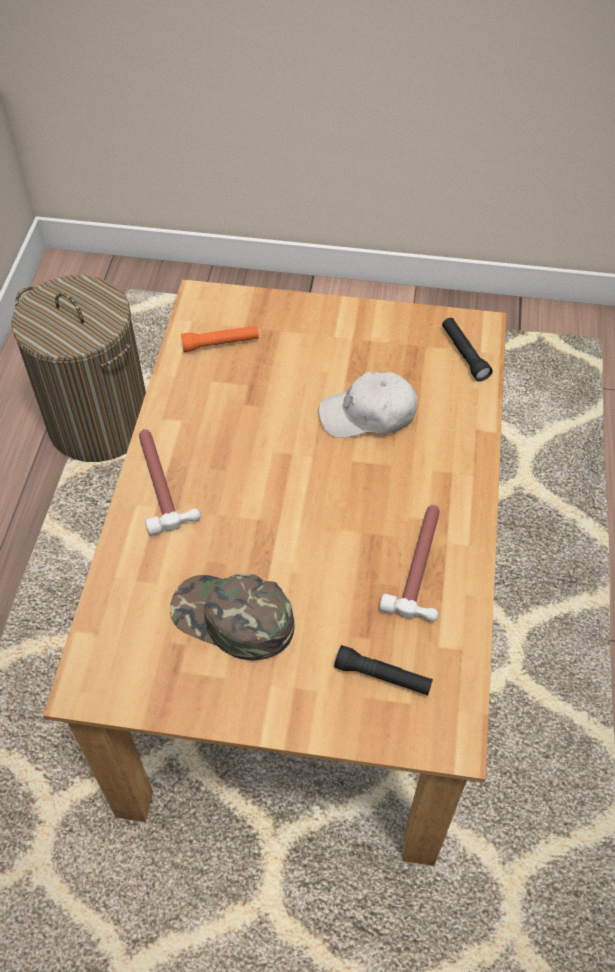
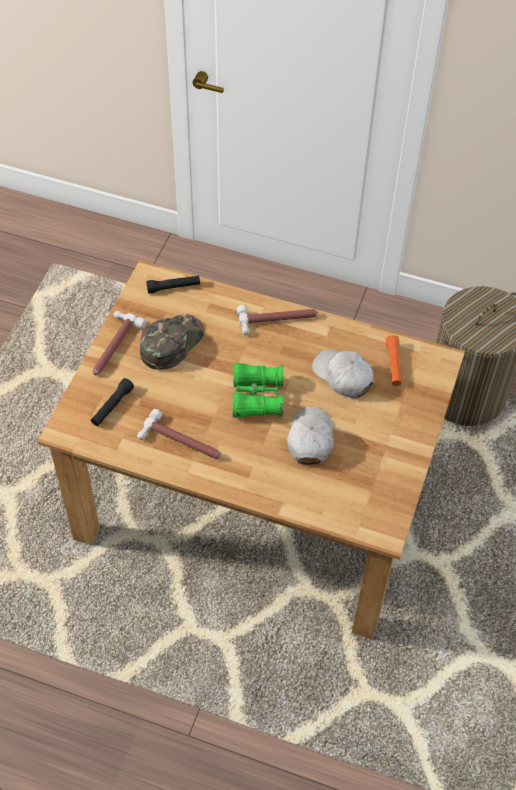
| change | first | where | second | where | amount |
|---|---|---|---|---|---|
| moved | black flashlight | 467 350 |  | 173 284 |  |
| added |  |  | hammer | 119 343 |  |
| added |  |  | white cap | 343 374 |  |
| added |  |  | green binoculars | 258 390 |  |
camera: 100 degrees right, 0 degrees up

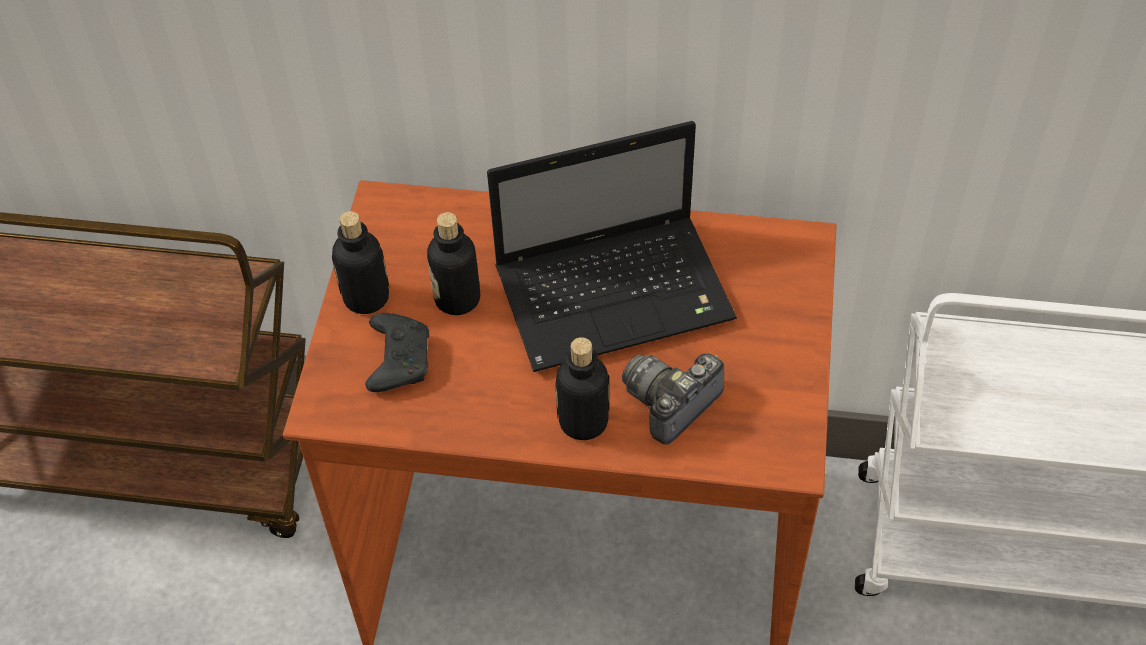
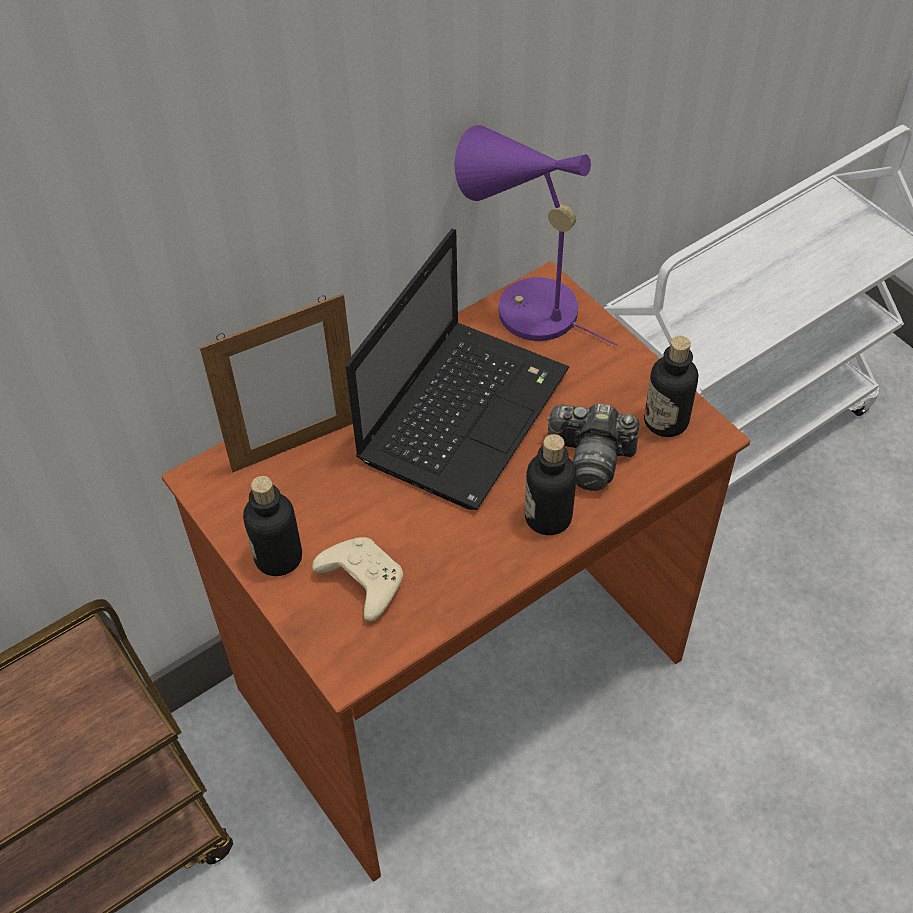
| change | first | where | second | where | amount |
|---|---|---|---|---|---|
| moved | bottle | 453 263 |  | 671 386 |  |
| recoloured | black game controller | 397 352 | beige game controller | 357 579 |  |
| turned | photo camera | 673 399 |  | 593 447 | 75 degrees counterclockwise |
| added |  |  | purple table lamp | 536 235 |  |
| added |  |  | picture frame | 276 382 |  |
camera: 45 degrees left, 0 degrees up

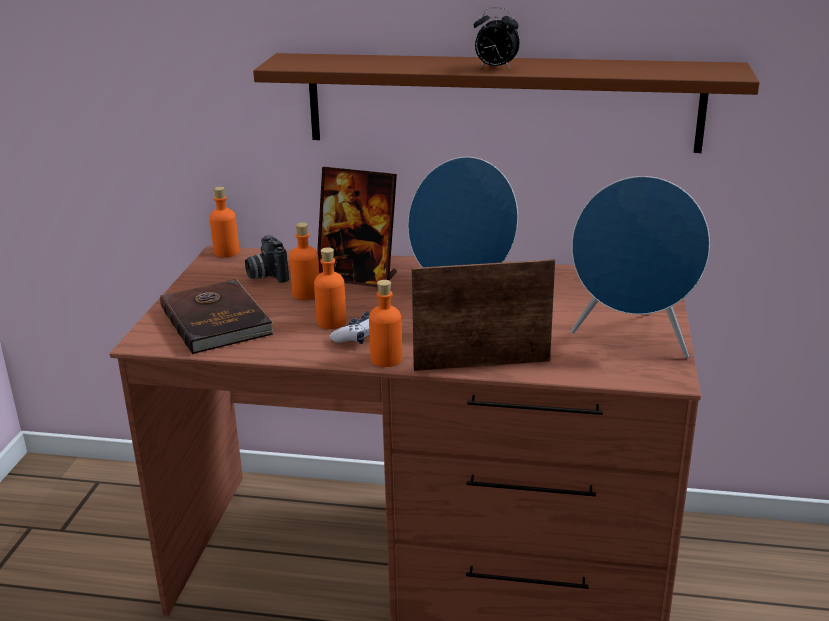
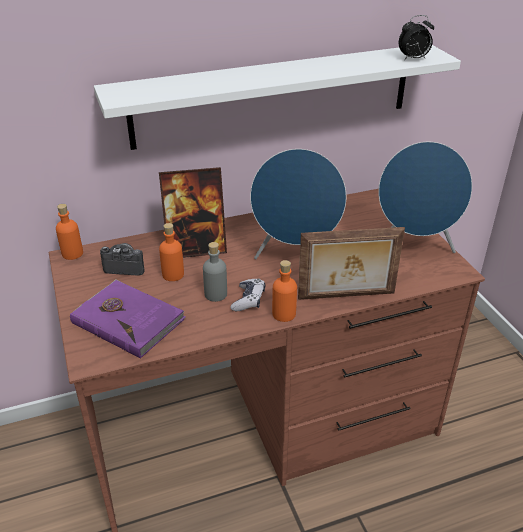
| change | first | where | second | where | amount |
|---|---|---|---|---|---|
| moved | alarm clock | 497 38 |  | 416 37 |  |
| recoloured | brown shelf | 506 103 | white shelf | 277 97 |  |
| turned | photo camera | 267 259 |  | 122 259 | 150 degrees clockwise |
| recoloured | orange bottle | 330 288 | grey bottle | 215 272 |  |
| turned | picture frame | 483 315 |  | 351 263 | 150 degrees counterclockwise |
| recoloured | brown book | 217 316 | purple book | 128 319 |  |
camera: 30 degrees left, 10 degrees up

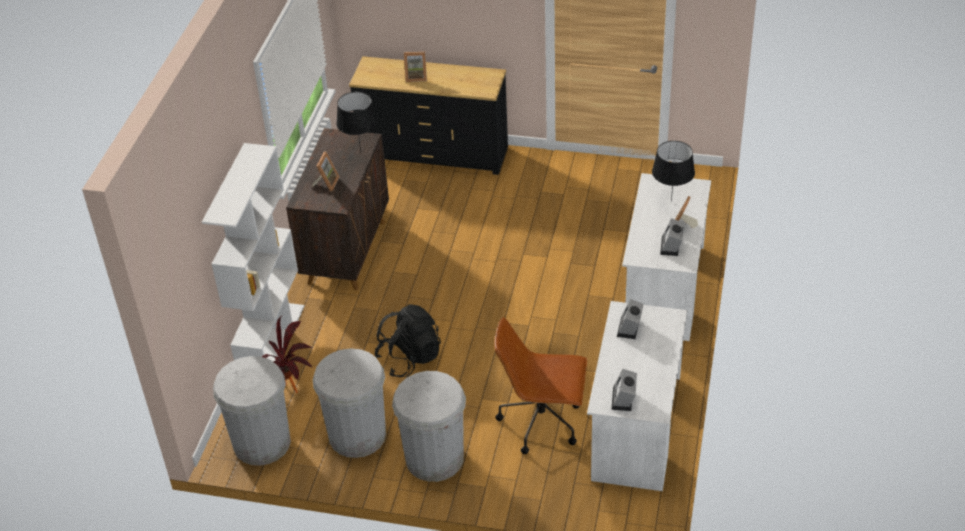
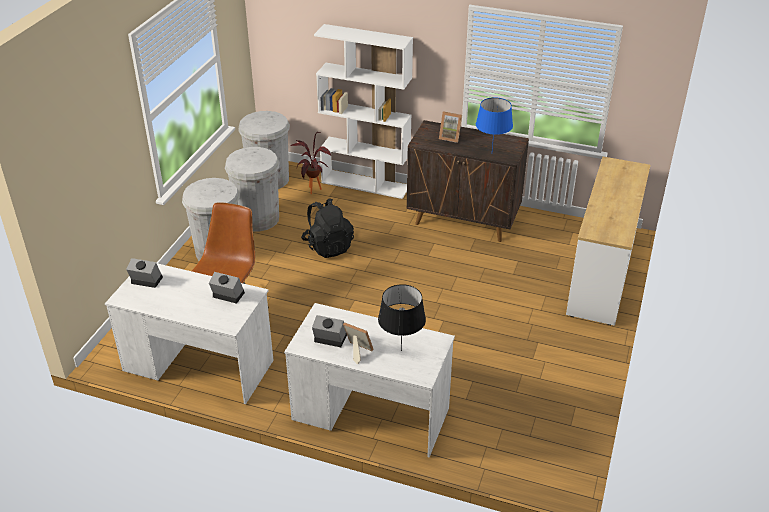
| change | first | where | second | where | amount |
|---|---|---|---|---|---|
| removed | picture frame | 415 67 |  |  |  |
| recoloured | black dresser | 428 115 | white dresser | 608 241 |  |
| recoloured | black table lamp | 357 122 | blue table lamp | 494 123 |  |
camera: 95 degrees right, 5 degrees down

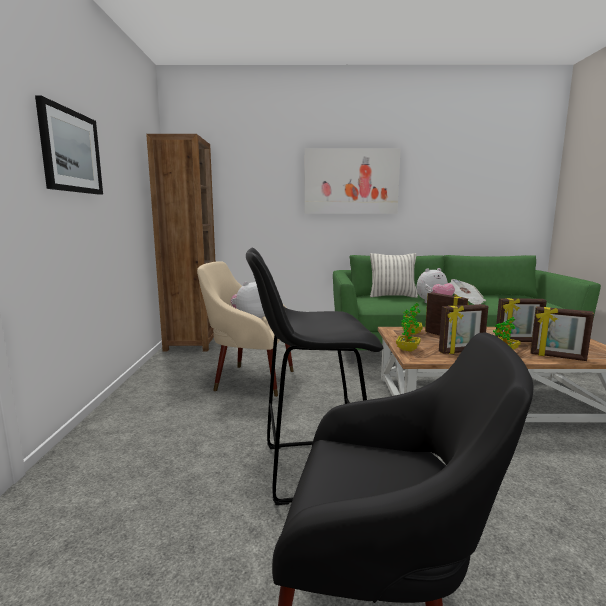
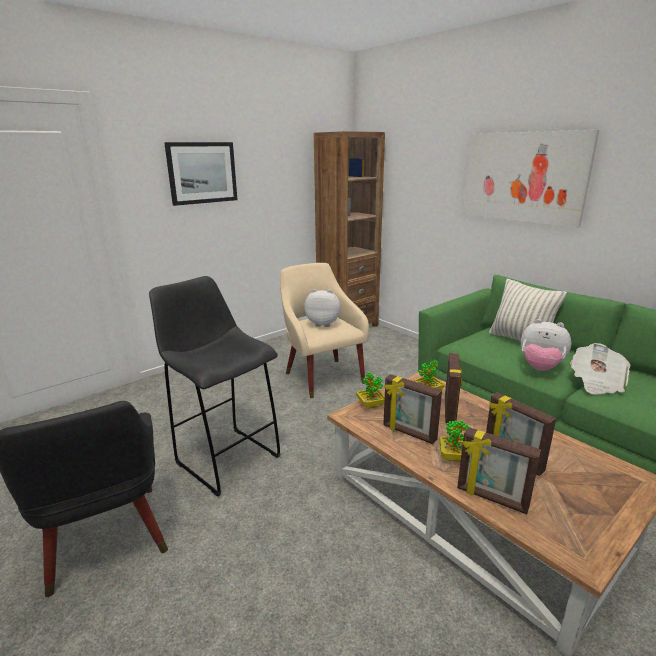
| change | first | where | second | where | amount |
|---|---|---|---|---|---|
| turned | picture frame | 562 333 |  | 499 470 | 45 degrees counterclockwise |
camera: 50 degrees right, 10 degrees up

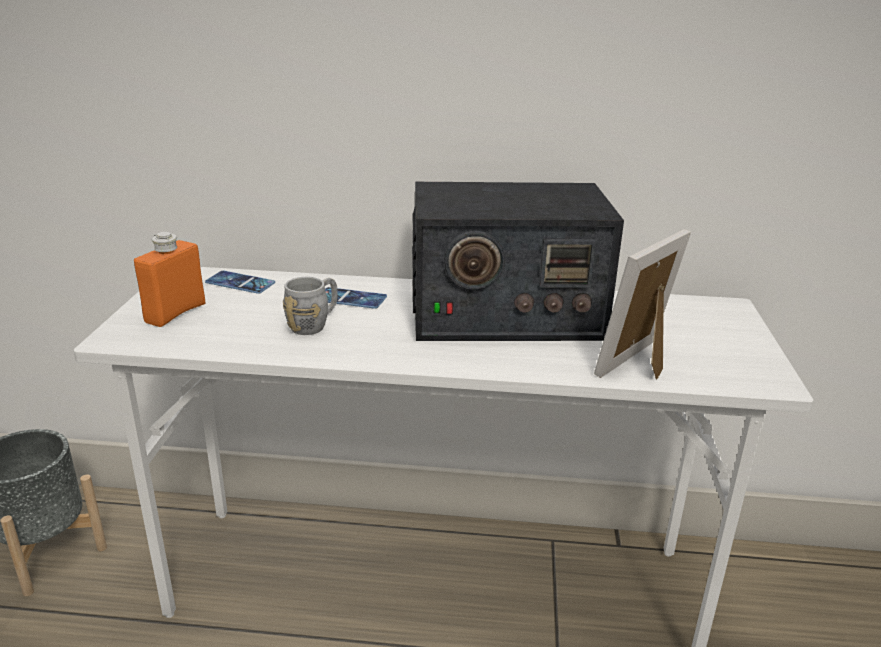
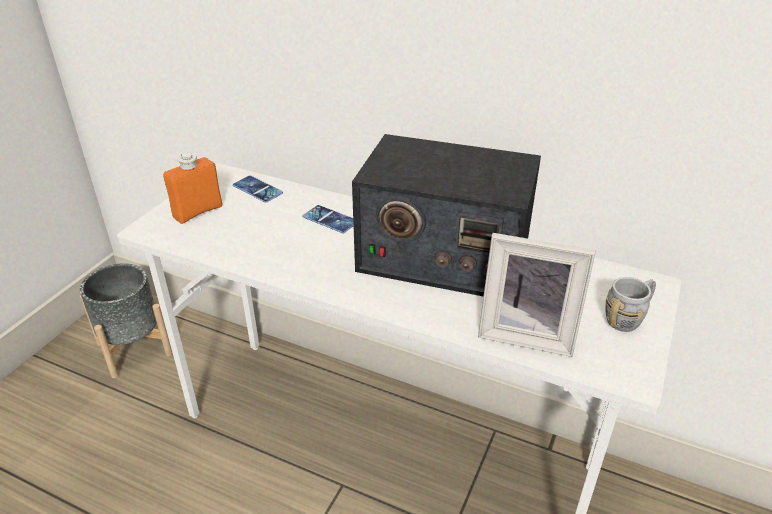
| change | first | where | second | where | amount |
|---|---|---|---|---|---|
| turned | picture frame | 642 304 |  | 537 295 | 135 degrees counterclockwise |
| moved | grey mug | 310 306 |  | 631 304 |  |
camera: 20 degrees right, 10 degrees up

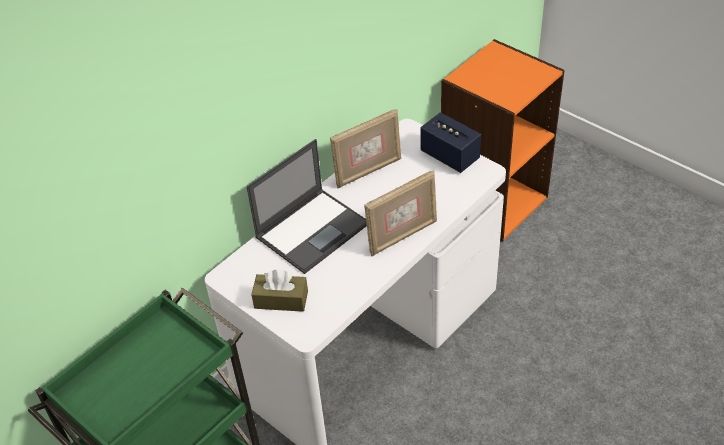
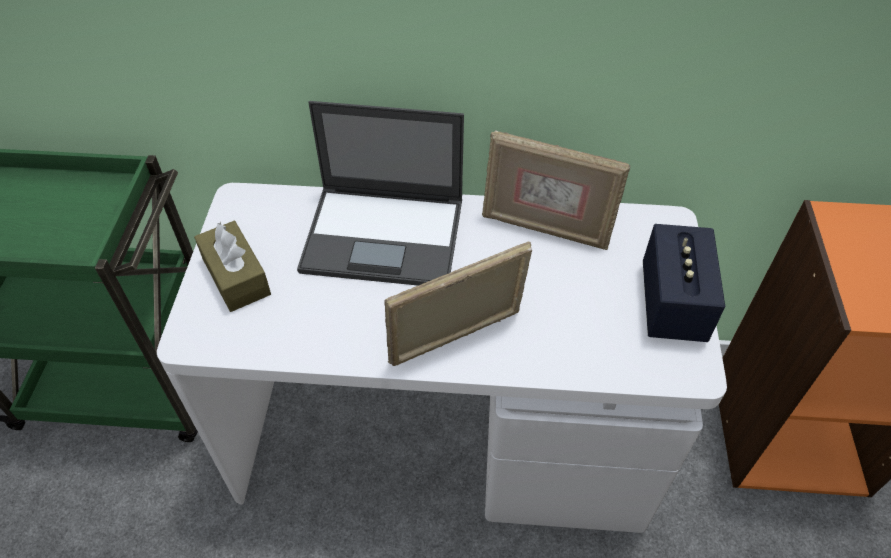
| change | first | where | second | where | amount |
|---|---|---|---|---|---|
| turned | picture frame | 400 213 |  | 458 304 | 135 degrees clockwise |
camera: 50 degrees right, 5 degrees up

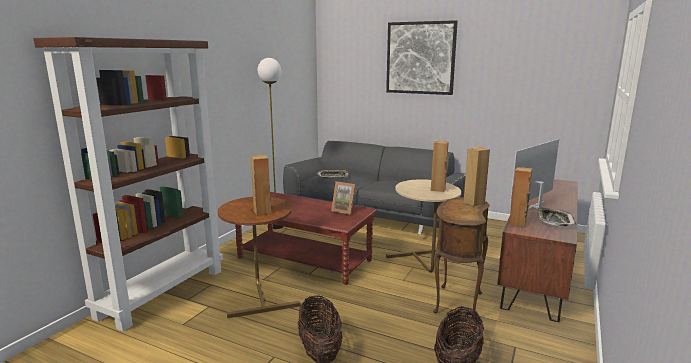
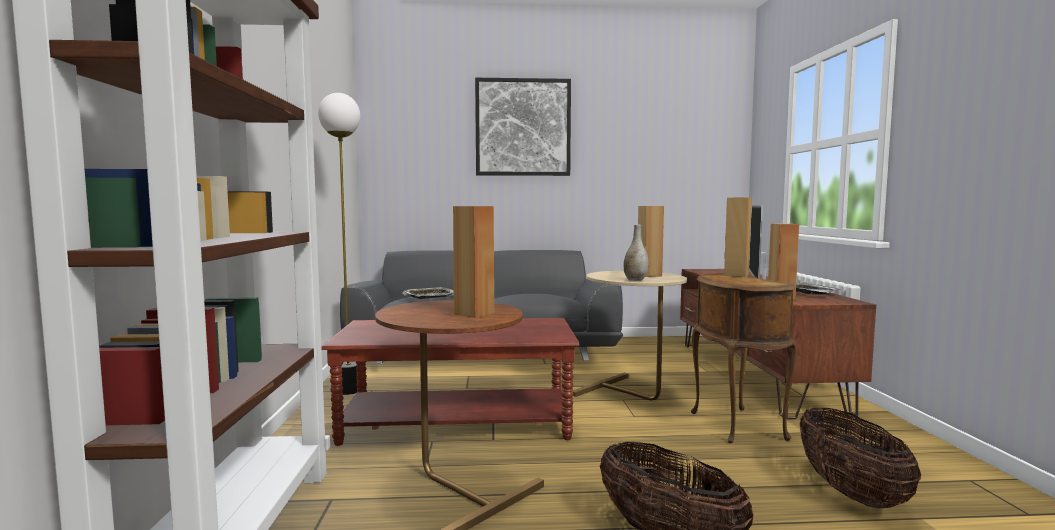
| change | first | where | second | where | amount |
|---|---|---|---|---|---|
| removed | picture frame | 343 198 |  |  |  |
| added |  |  | grey vase | 636 253 |  |
camera: 30 degrees left, 10 degrees down

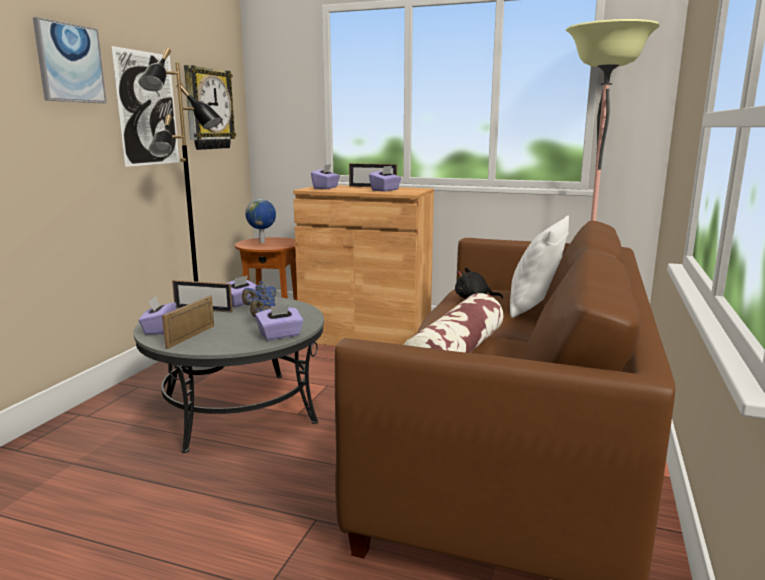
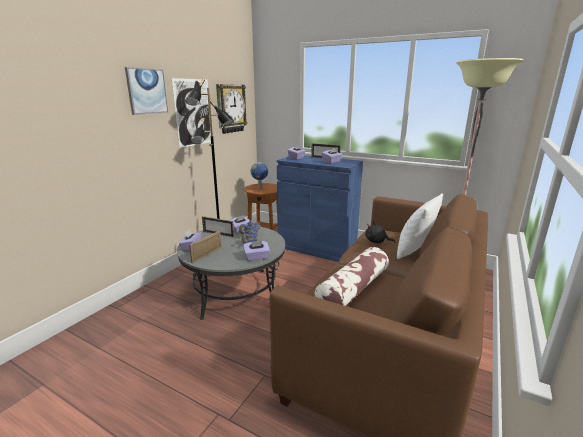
| change | first | where | second | where | amount |
|---|---|---|---|---|---|
| recoloured | brown cabinet | 363 265 | blue cabinet | 320 208 |  |
camera: 10 degrees right, 5 degrees up

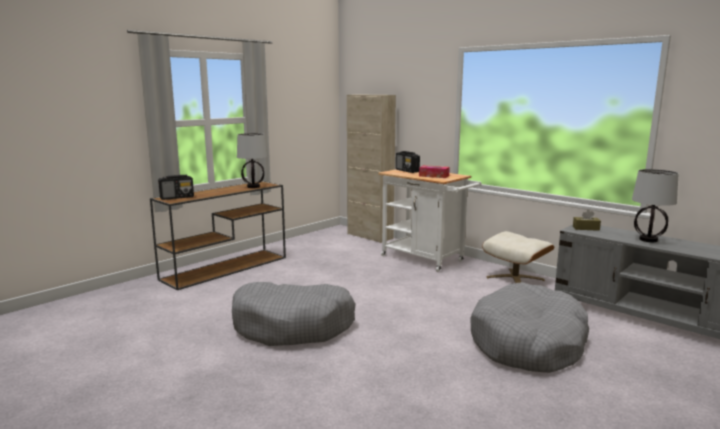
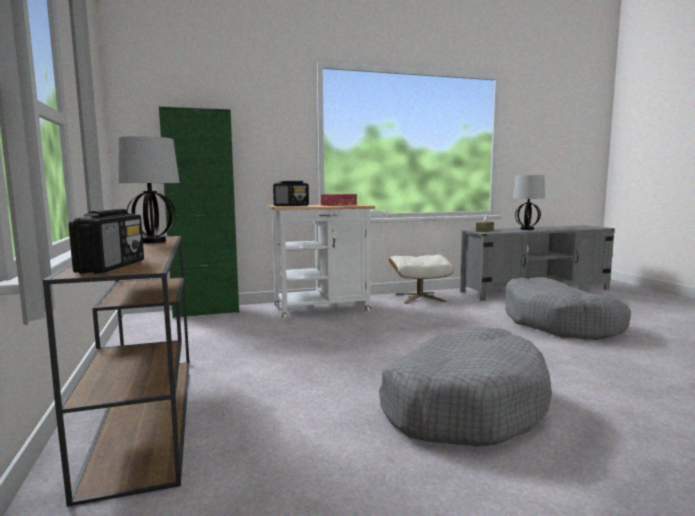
| change | first | where | second | where | amount |
|---|---|---|---|---|---|
| recoloured | beige cabinet | 371 168 | green cabinet | 199 212 |  |
camera: 60 degrees left, 5 degrees down

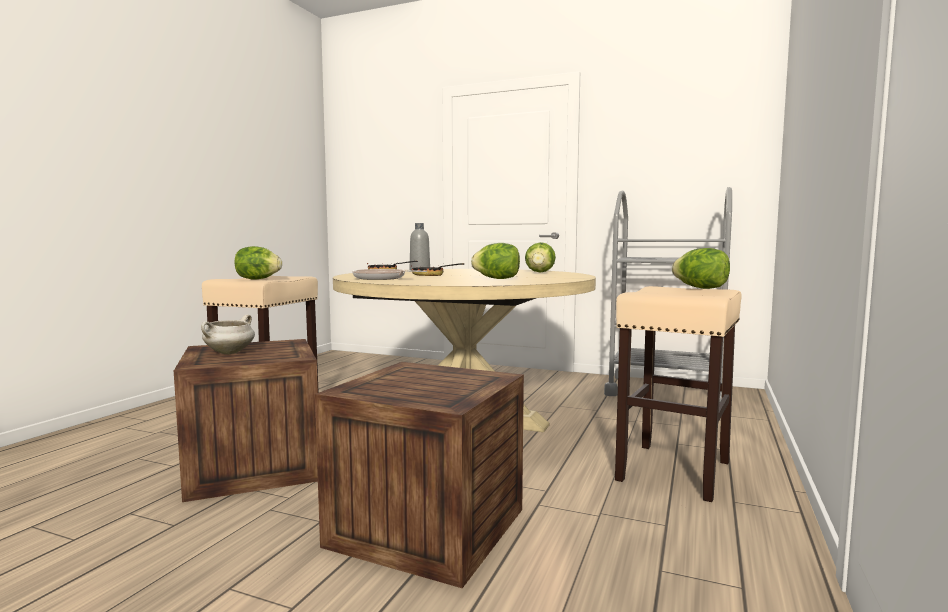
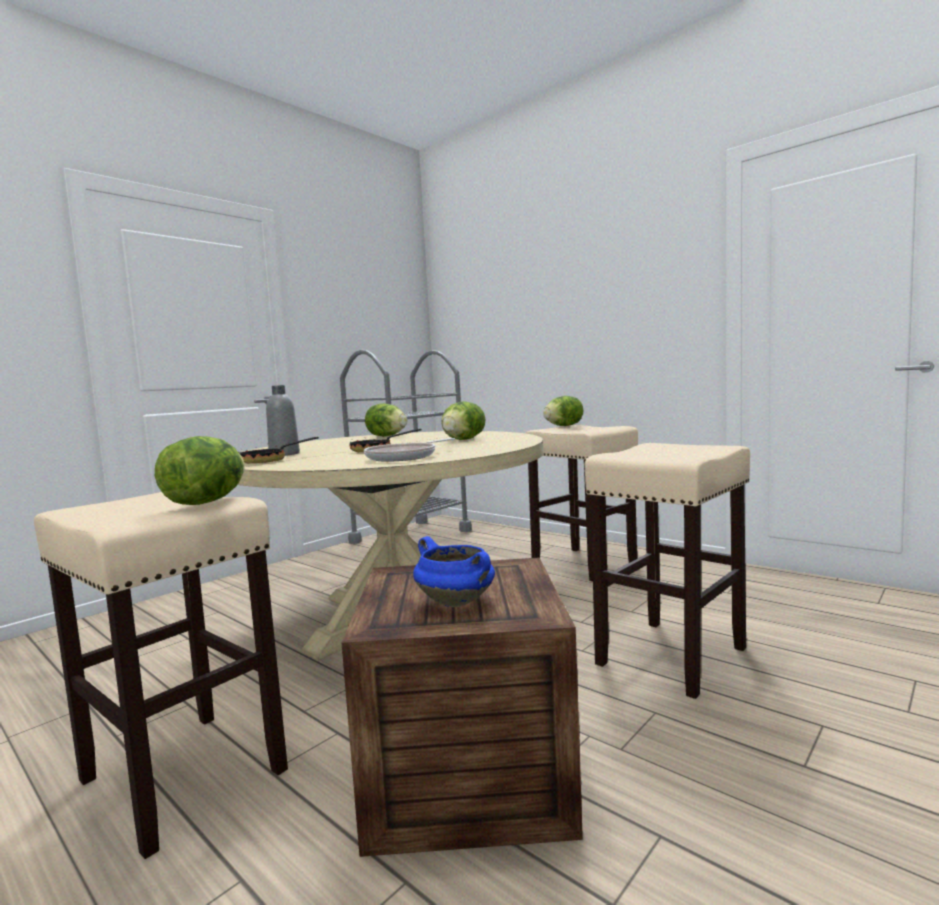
| change | first | where | second | where | amount |
|---|---|---|---|---|---|
| recoloured | white cooking pot | 228 334 | blue cooking pot | 454 571 |  |
| replaced | crate | 419 475 | beige stool | 667 571 |  |
camera: 70 degrees left, 0 degrees up

